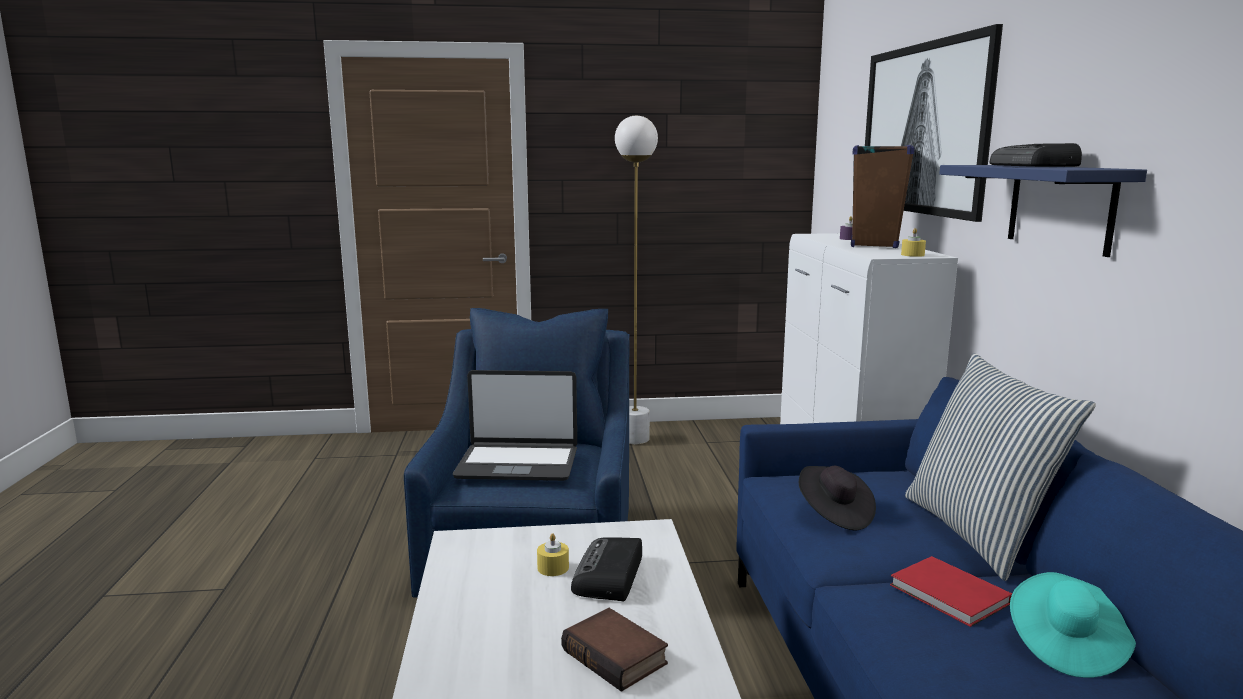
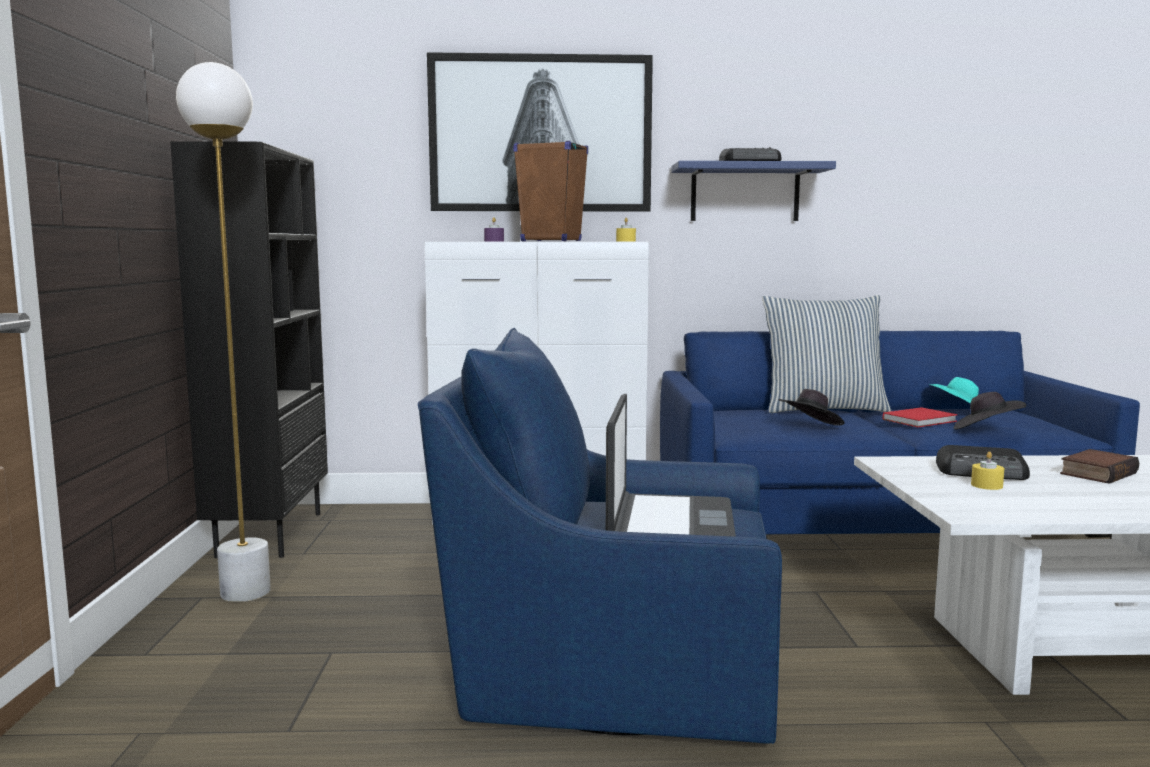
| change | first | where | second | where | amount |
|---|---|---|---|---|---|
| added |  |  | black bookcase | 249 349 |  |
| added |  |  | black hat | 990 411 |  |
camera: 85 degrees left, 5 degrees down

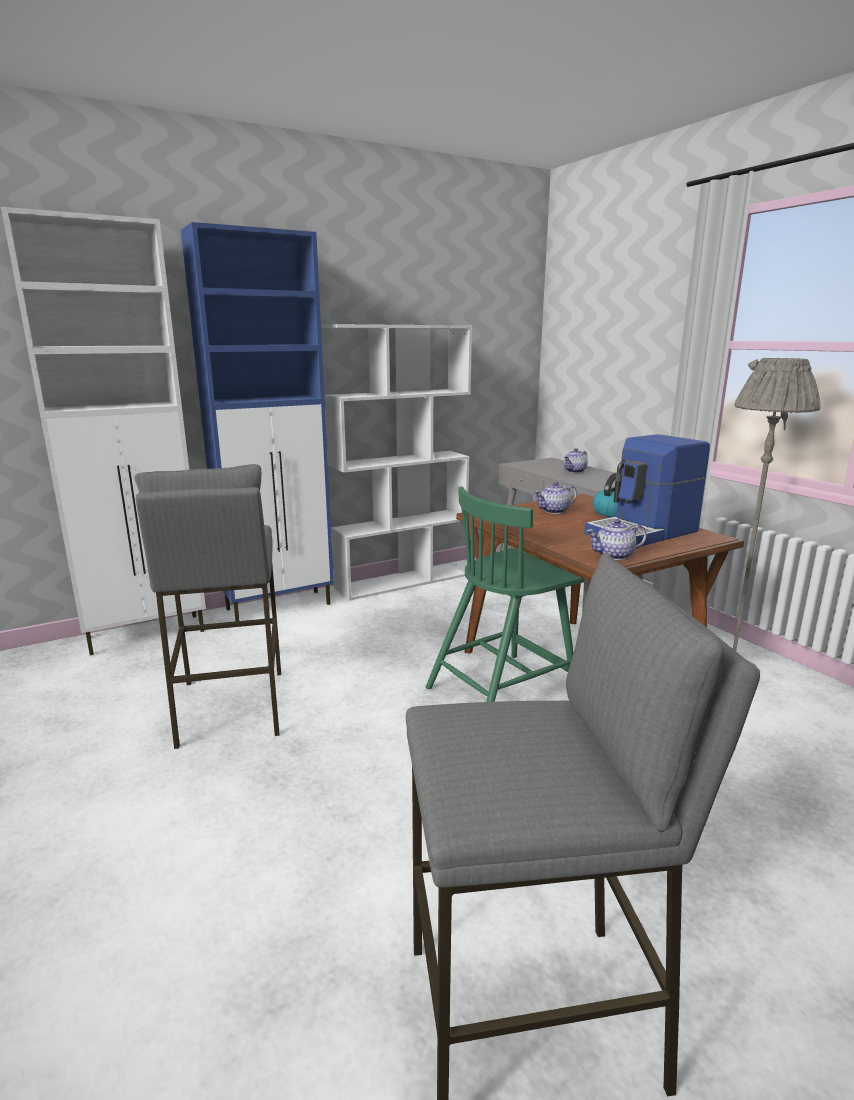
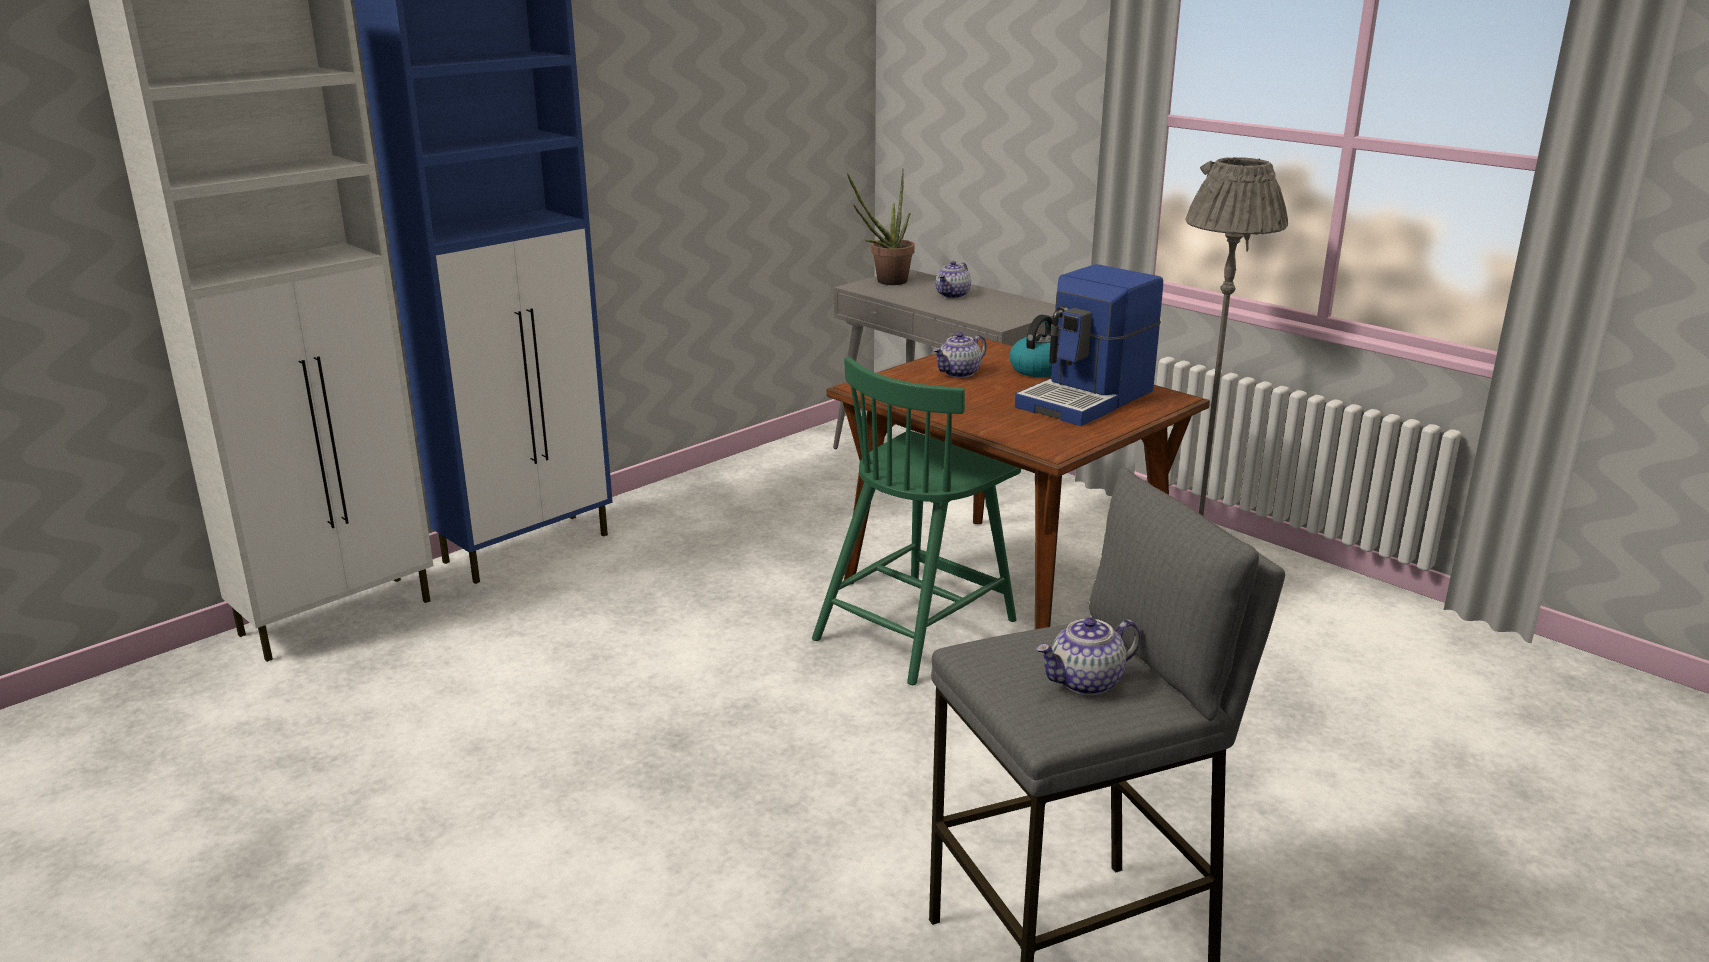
| change | first | where | second | where | amount |
|---|---|---|---|---|---|
| removed | white bookcase | 396 462 |  |  |  |
| removed | grey stool | 207 606 |  |  |  |
| moved | teapot | 617 539 |  | 1088 656 |  |
| added |  |  | potted plant | 881 226 |  |
camera: 15 degrees left, 5 degrees up

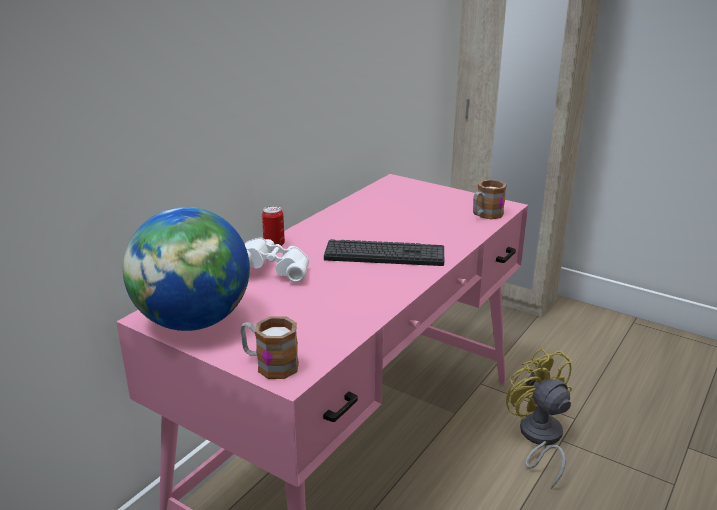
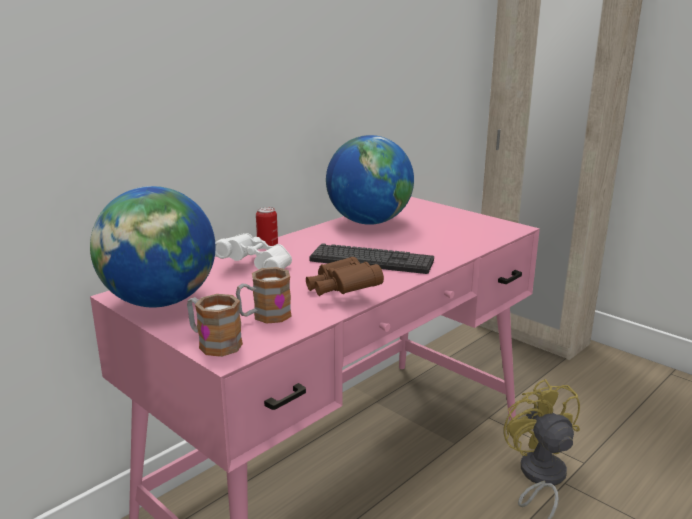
| change | first | where | second | where | amount |
|---|---|---|---|---|---|
| moved | mug | 490 199 |  | 264 295 |  |
| added |  |  | globe | 370 180 |  |
| added |  |  | brown binoculars | 345 276 |  |
camera: 10 degrees right, 5 degrees down

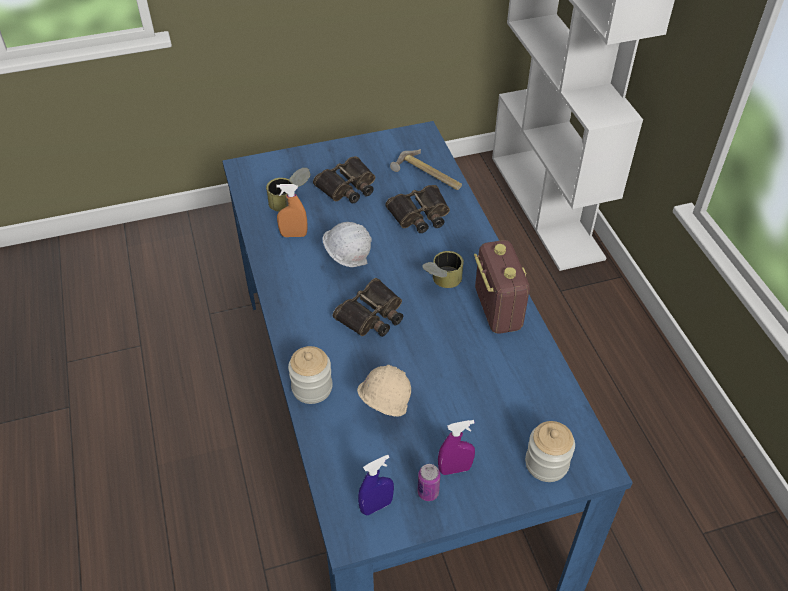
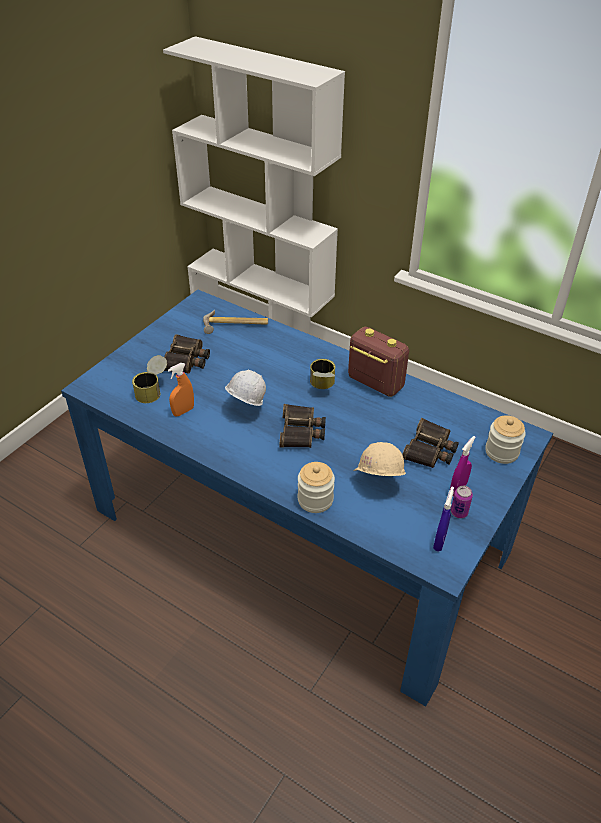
| change | first | where | second | where | amount |
|---|---|---|---|---|---|
| moved | binoculars | 417 209 |  | 430 443 |  |
camera: 40 degrees left, 5 degrees down

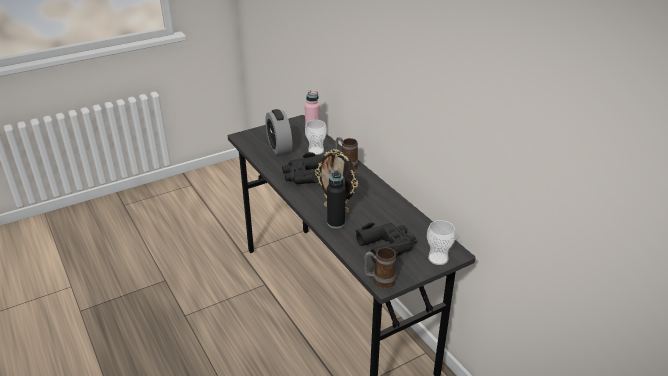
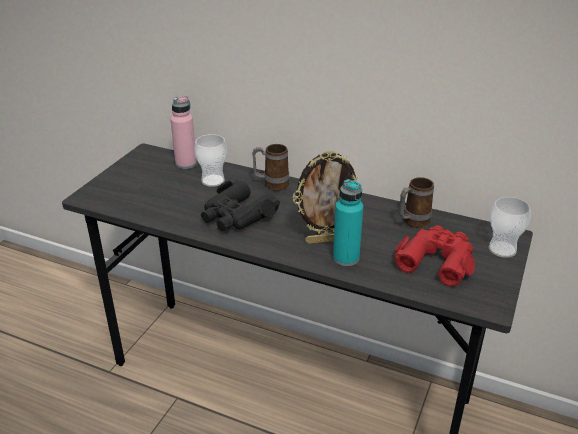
| change | first | where | second | where | amount |
|---|---|---|---|---|---|
| removed | alarm clock | 278 132 |  |  |  |
| recoloured | black bottle | 336 199 | turquoise bottle | 348 222 |  |
| recoloured | black binoculars | 386 242 | red binoculars | 434 256 |  |
| moved | mug | 380 268 |  | 416 202 |  |
camera: 35 degrees left, 0 degrees up

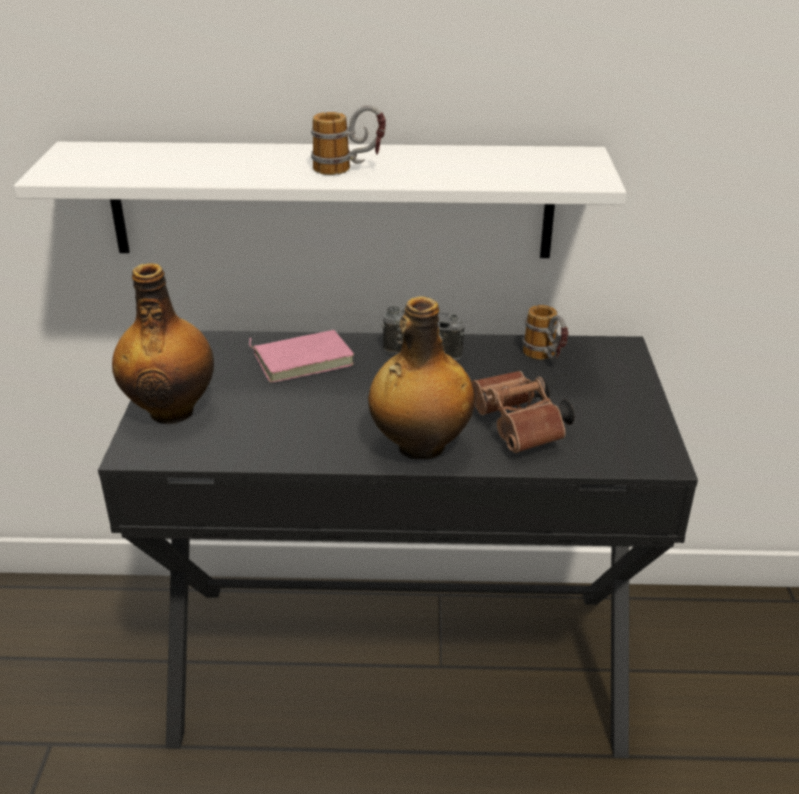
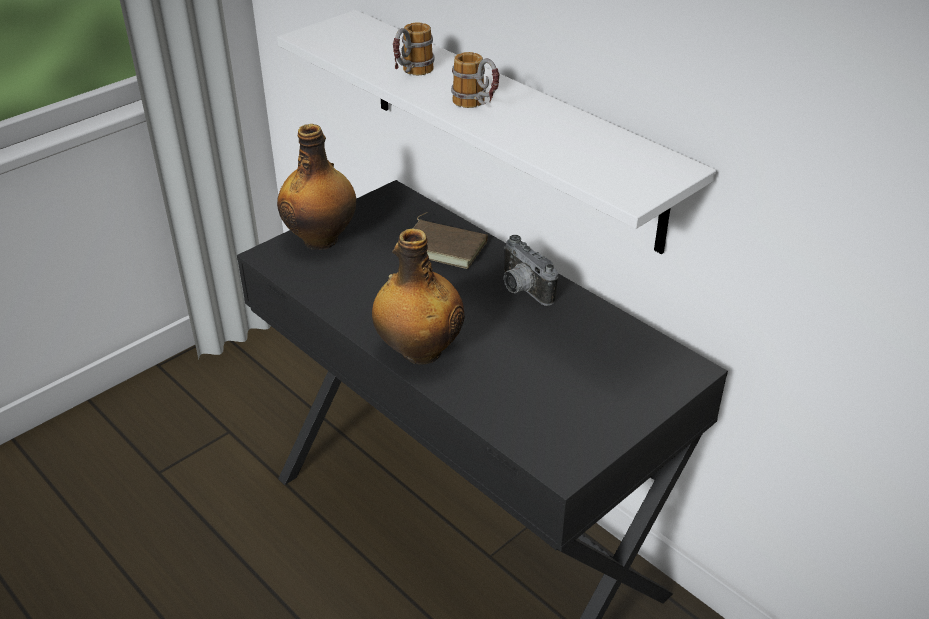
| change | first | where | second | where | amount |
|---|---|---|---|---|---|
| moved | mug | 546 332 |  | 413 49 |  |
| recoloured | pink book | 301 356 | brown book | 450 240 |  |
| removed | brown binoculars | 523 412 |  |  |  |
camera: 45 degrees right, 5 degrees up

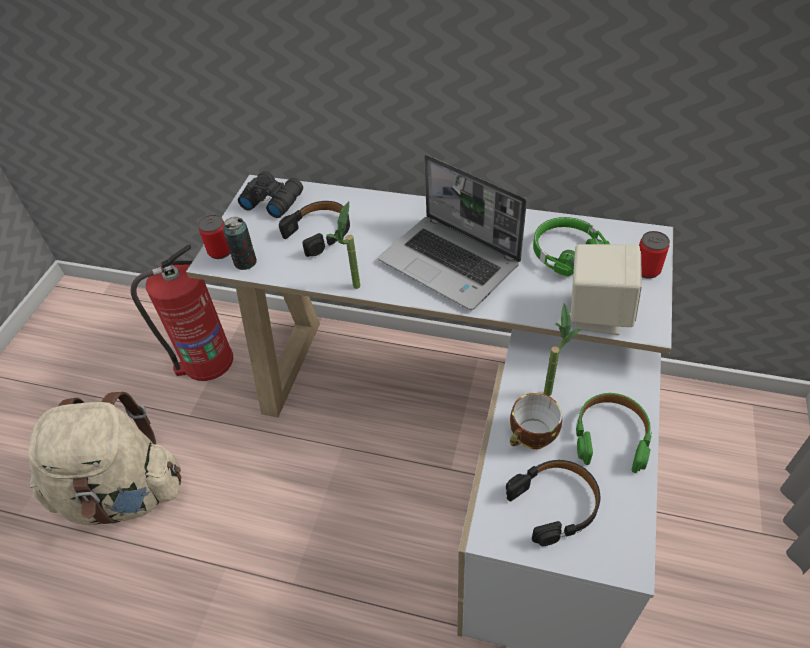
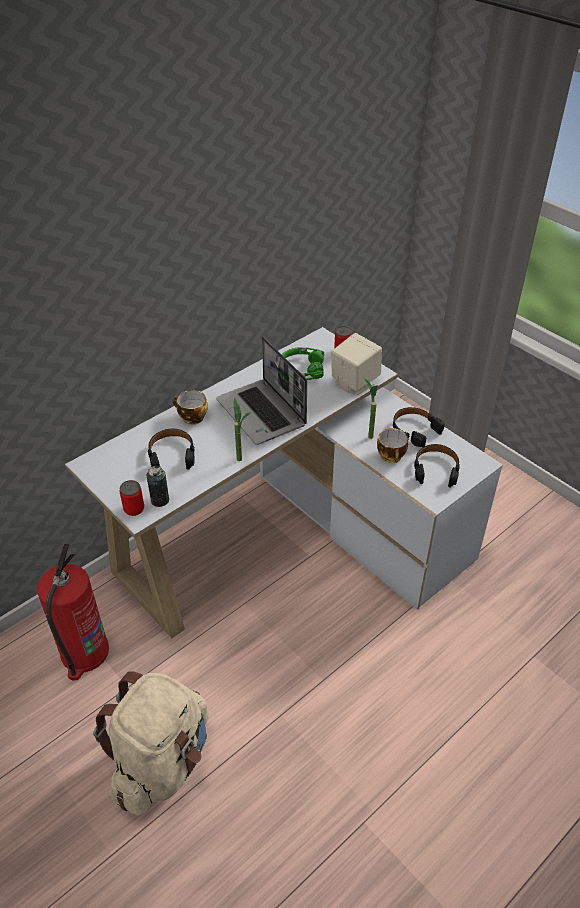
| change | first | where | second | where | amount |
|---|---|---|---|---|---|
| turned | laptop | 452 232 |  | 261 391 | 75 degrees clockwise |
| removed | black binoculars | 270 194 |  |  |  |
| recoloured | green headphones | 614 433 | black headphones | 419 427 |  |
| added |  |  | cup | 190 407 |  |
camera: 60 degrees left, 5 degrees down

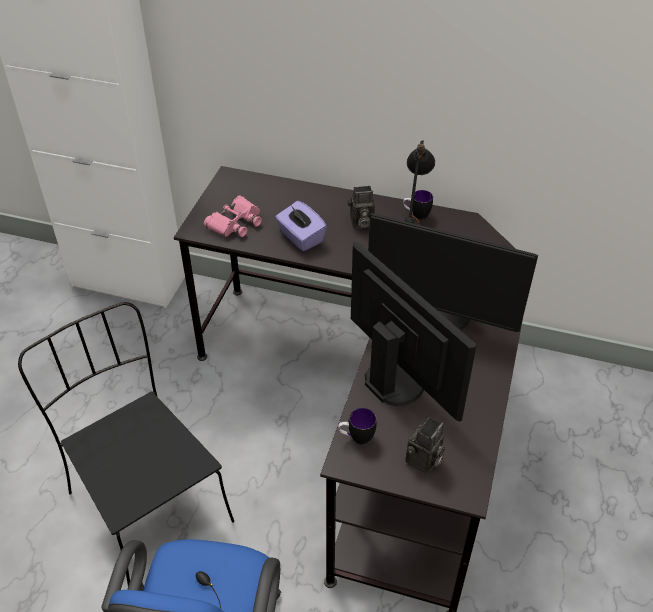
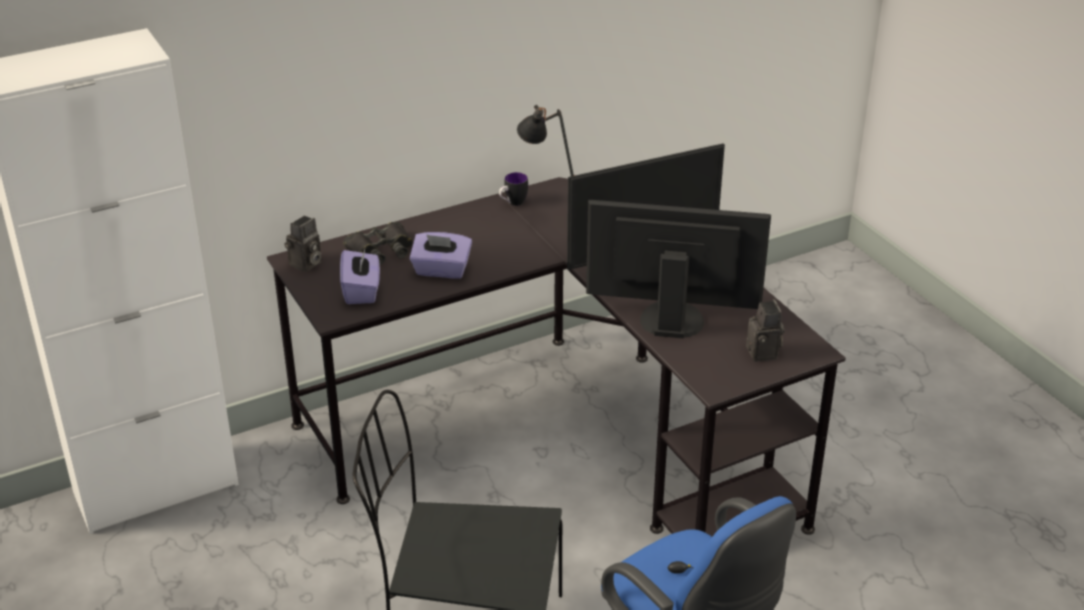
| change | first | where | second | where | amount |
|---|---|---|---|---|---|
| moved | photo camera | 361 207 |  | 303 243 |  |
| replaced | pink binoculars | 233 216 | purple tissue box | 360 277 |  |
| removed | mug | 357 426 |  |  |  |
| added |  |  | black binoculars | 378 243 |  |
camera: 45 degrees left, 10 degrees down

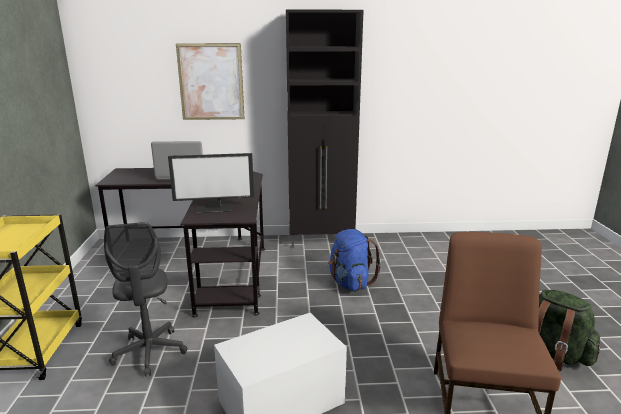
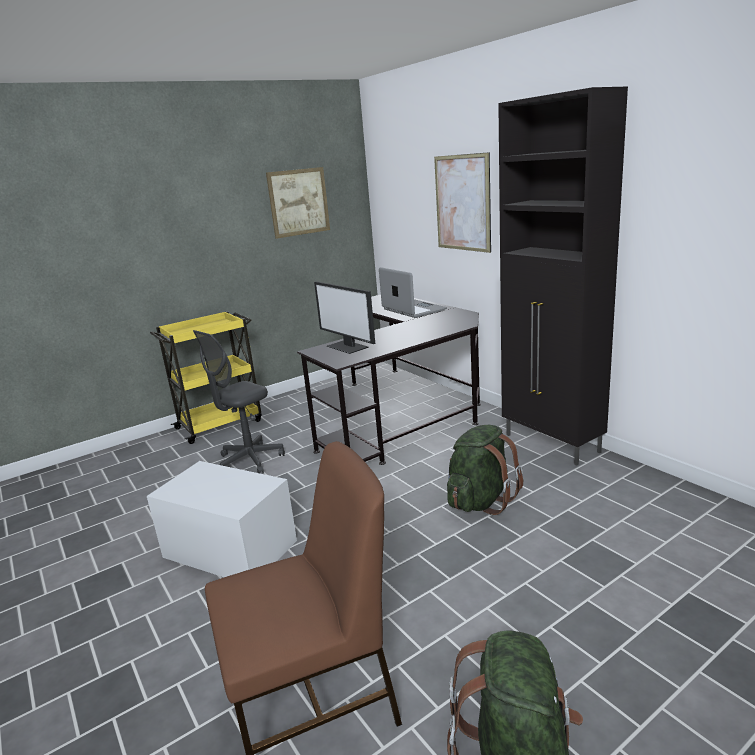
| change | first | where | second | where | amount |
|---|---|---|---|---|---|
| recoloured | blue backpack | 354 260 | green backpack | 485 470 |  |
| added |  |  | picture | 298 203 |  |
camera: 60 degrees right, 0 degrees up

